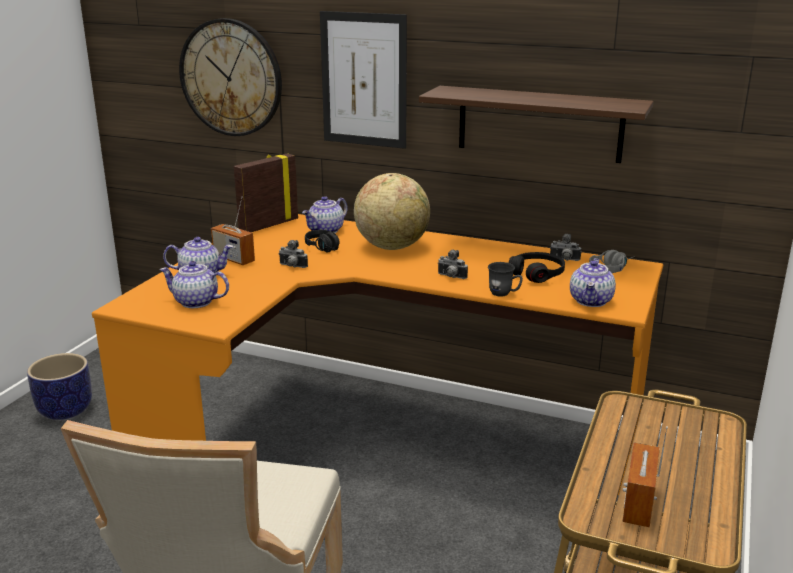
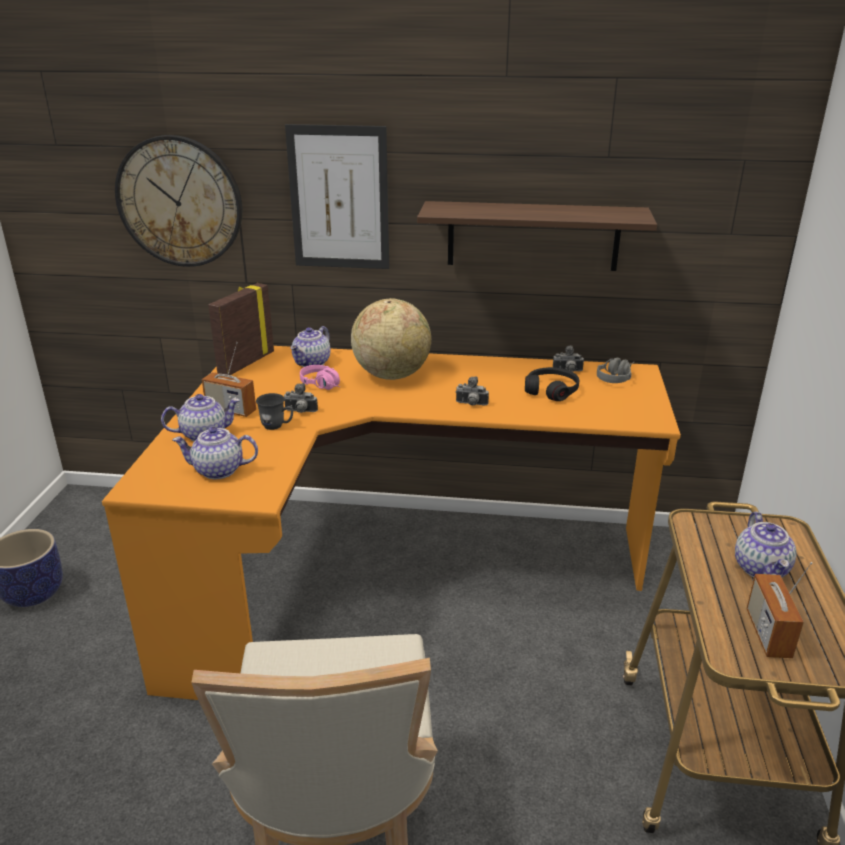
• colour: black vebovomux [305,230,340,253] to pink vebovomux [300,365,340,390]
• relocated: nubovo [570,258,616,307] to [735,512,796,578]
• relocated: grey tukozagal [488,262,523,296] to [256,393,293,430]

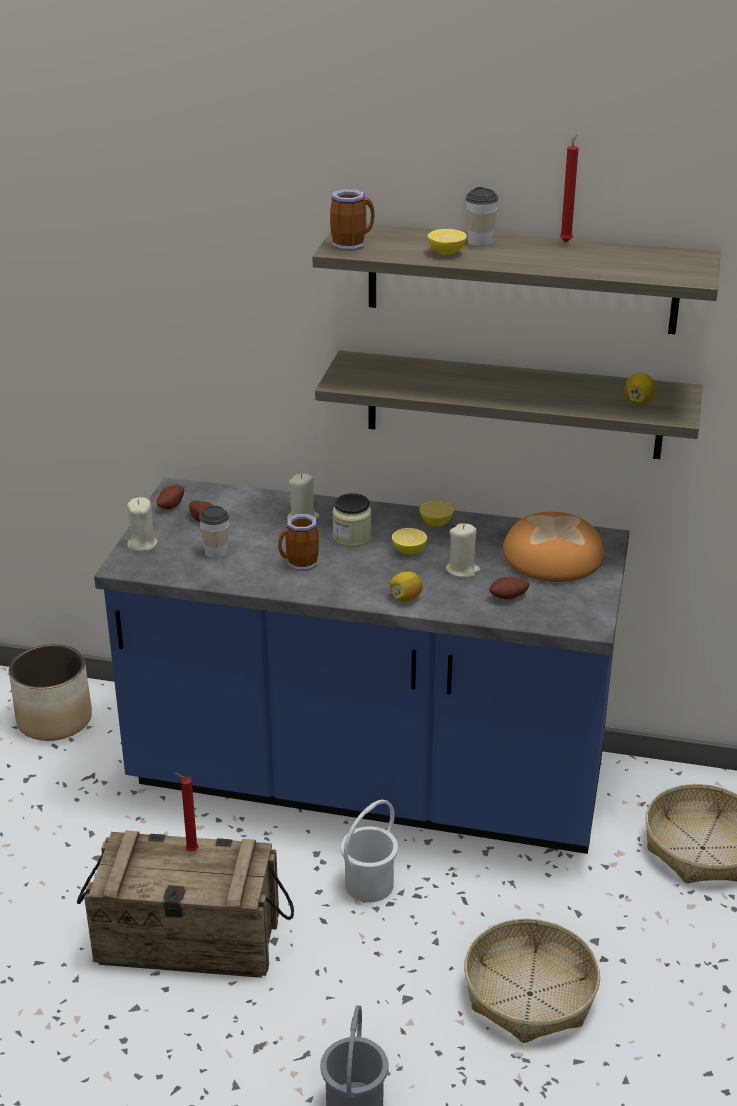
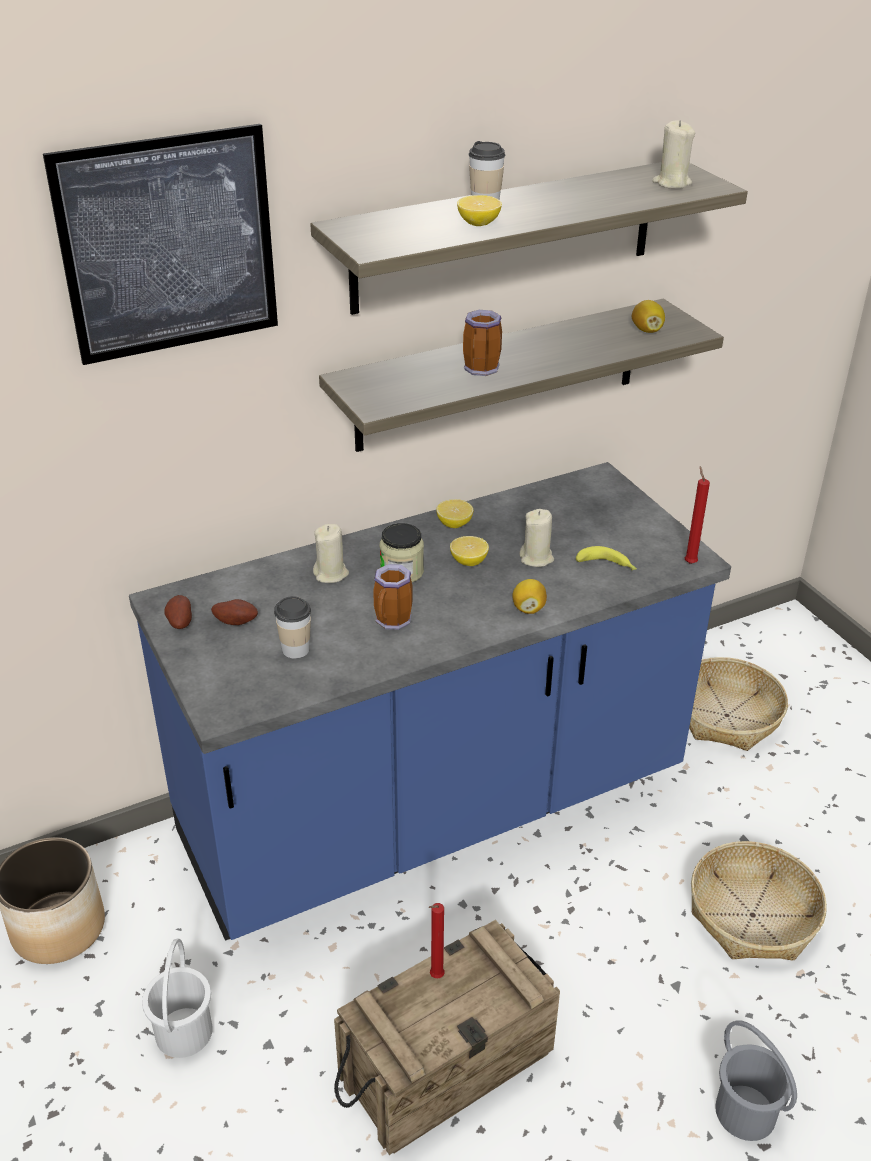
• relocated: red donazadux [560,134,578,242] to [685,466,710,564]
• relocated: tukozagal [330,189,375,251] to [463,310,502,376]
• relocated: beige donazadux [127,497,157,552] to [652,120,695,188]
• missing: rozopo [503,512,604,582]
• exchanged: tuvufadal [489,577,529,599] to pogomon [576,546,637,570]
• relocated: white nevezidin [341,800,398,902] to [142,938,213,1058]
• appeared: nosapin [43,124,278,365]

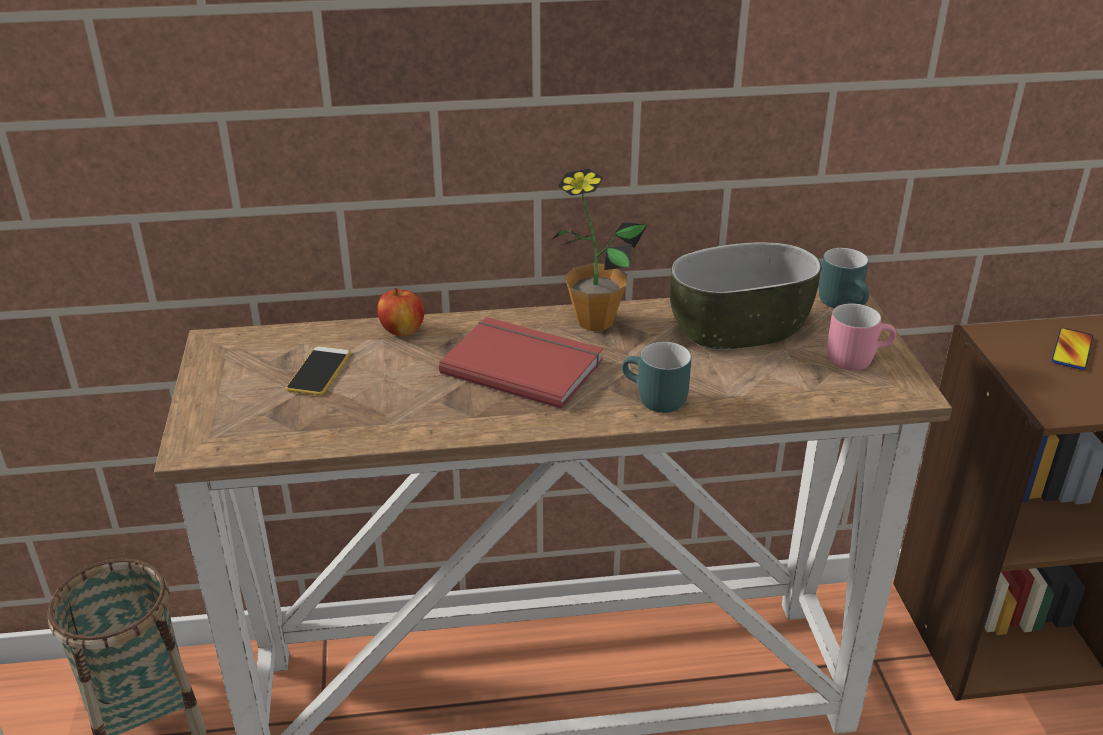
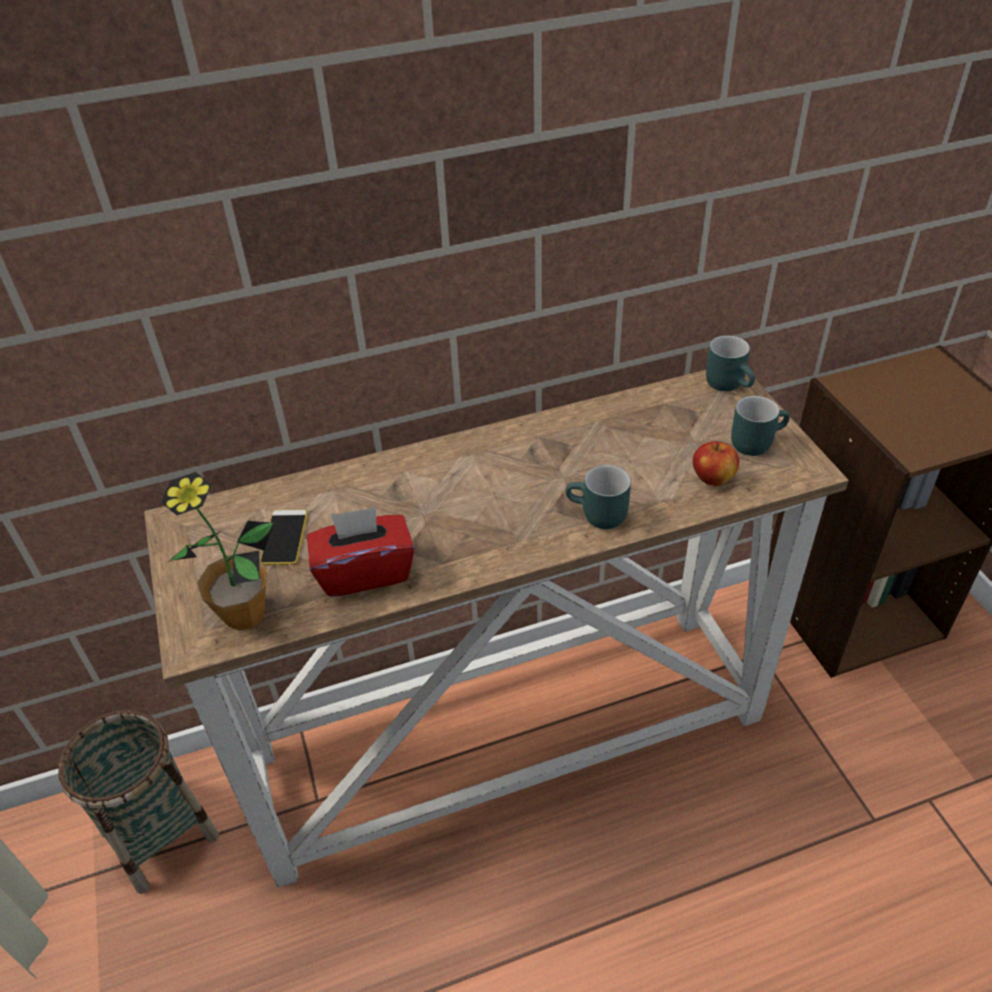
• relocated: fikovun [552,169,648,331] to [161,472,274,631]
• missing: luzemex [670,242,822,350]
• relocated: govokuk [377,288,424,336] to [693,441,739,486]
• colour: pink tukozagal [827,303,896,371] to turquoise tukozagal [731,396,790,456]
• missing: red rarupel [439,317,603,409]
• missing: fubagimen [1051,328,1093,370]
• appeared: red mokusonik [307,507,415,597]

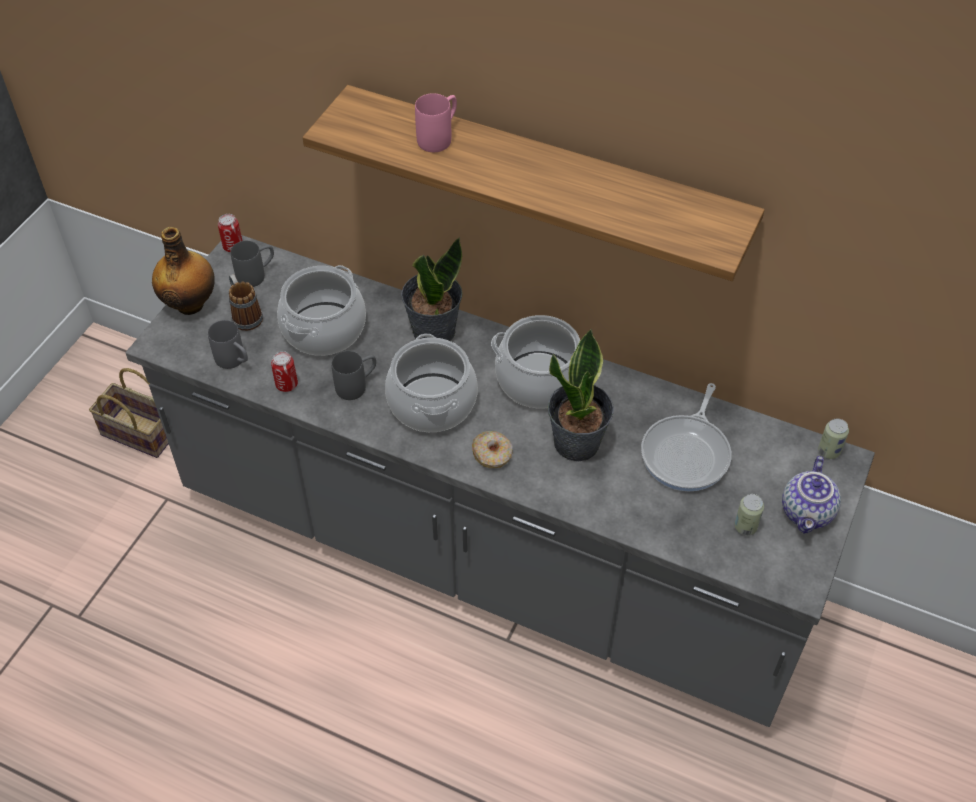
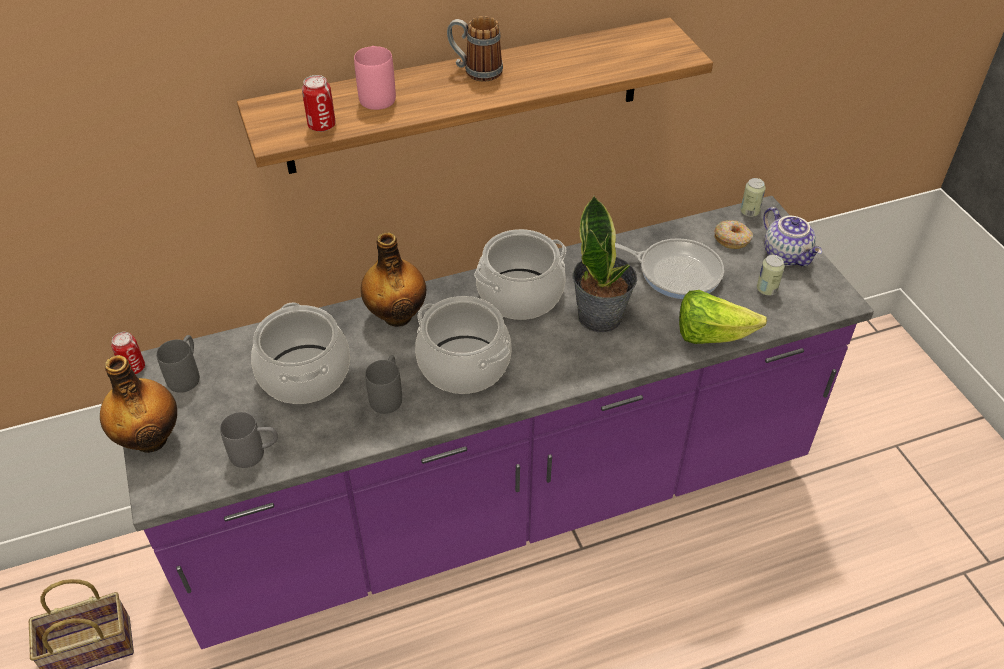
• colour: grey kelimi [126,235,875,727] to purple kelimi [123,196,874,649]
• exchanged: fikovun [401,237,463,341] to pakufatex [361,232,426,327]
• relocated: tukozagal [229,274,263,331] to [447,16,503,82]
• relocated: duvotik [271,351,298,392] to [302,75,336,132]
• spun: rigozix [641,383,732,491] = [615,238,724,299] 45 degrees counterclockwise
• relocated: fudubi [472,431,513,468] to [714,220,753,249]
• appeared: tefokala [679,290,767,344]

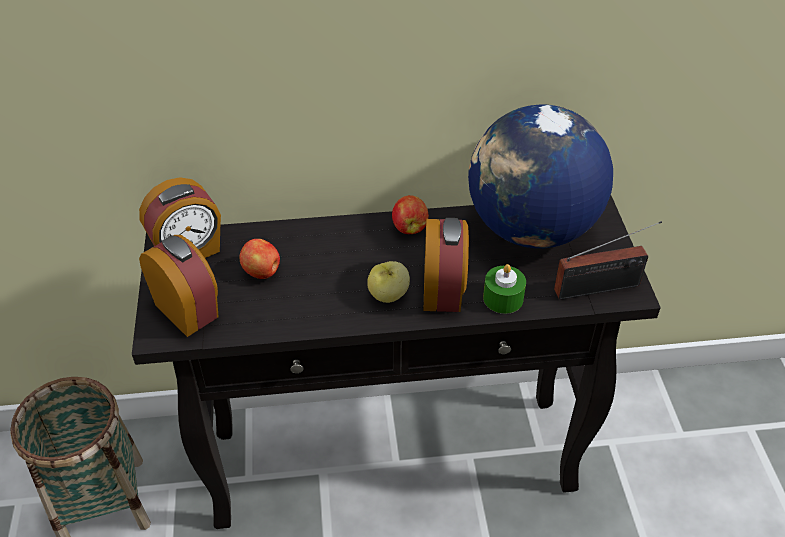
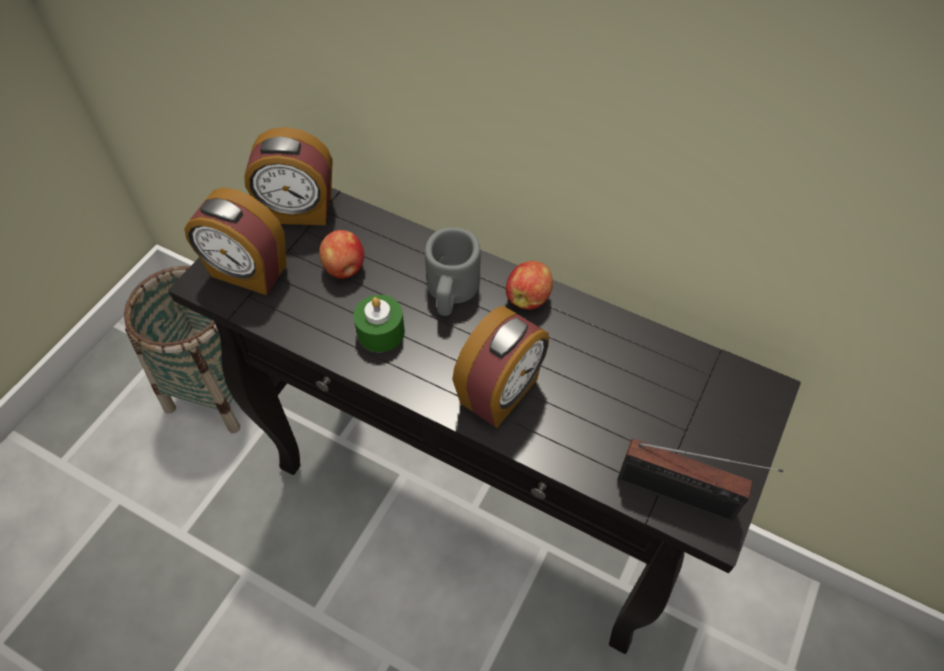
• missing: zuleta [468,105,613,248]
• spun: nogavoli [139,235,218,337] = [184,187,287,295] 120 degrees clockwise
• missing: govokuk [367,261,410,303]
• relocated: green donazadux [483,264,526,314] to [353,295,405,352]
• appeared: grey tukozagal [425,227,481,316]

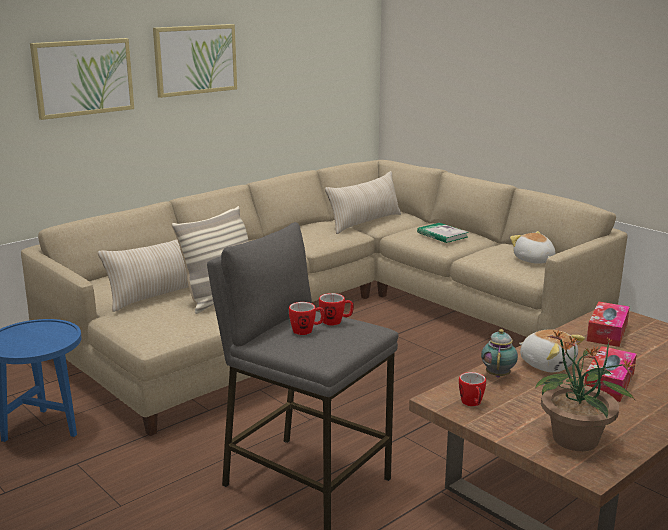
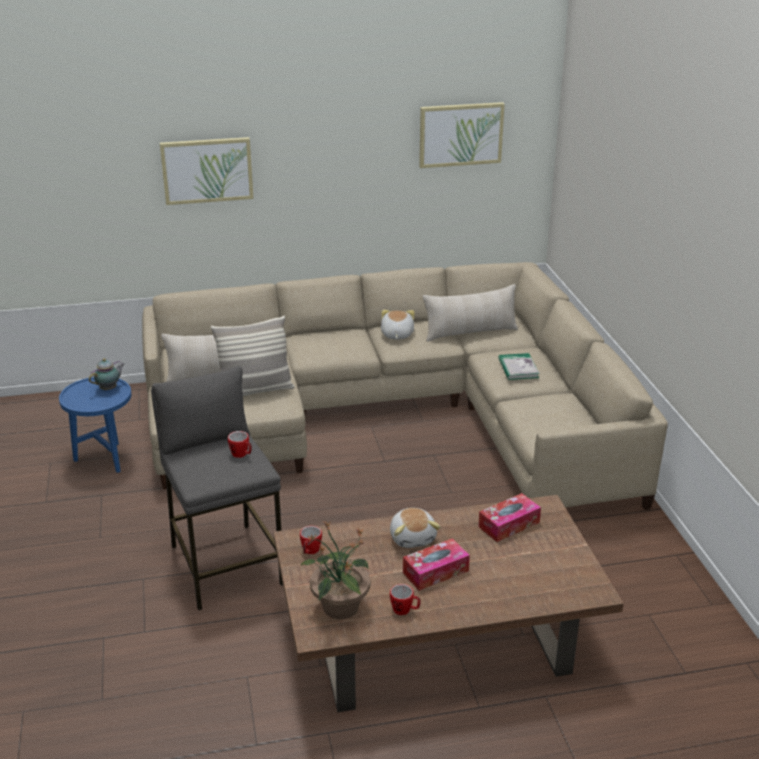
• relocated: nosapin [153,24,237,98] to [419,102,505,168]
• relocated: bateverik [510,231,555,264] to [381,310,415,340]
• relocated: tukozagal [289,302,325,335] to [390,584,421,615]
• relocated: nubovo [481,329,518,378] to [89,358,124,390]

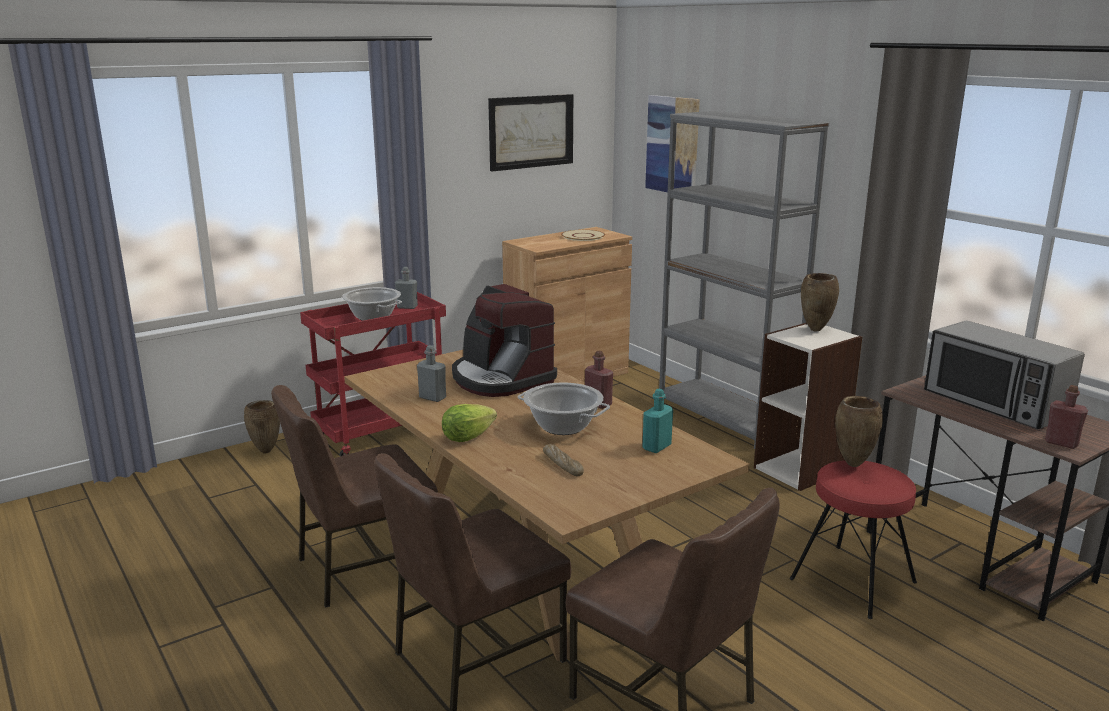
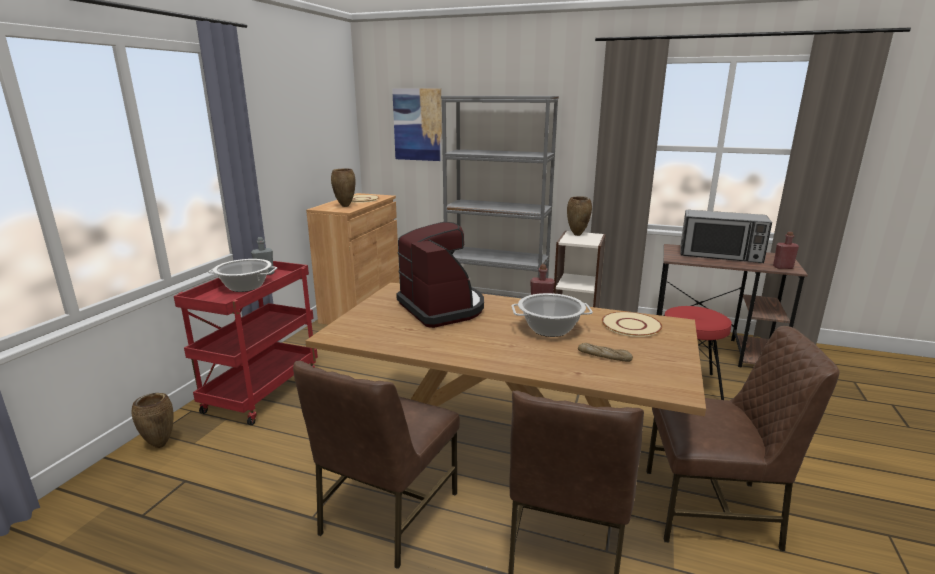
• missing: nosapin [488,94,573,171]
• spun: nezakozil [452,284,557,397] = [396,222,484,328] 135 degrees counterclockwise
• missing: grey pakufatex [417,345,446,402]
• exchanged: turquoise pakufatex [642,389,673,453] to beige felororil [602,312,663,337]
• relocated: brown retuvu [835,396,883,467] to [331,169,356,207]
• missing: tefokala [442,404,497,442]

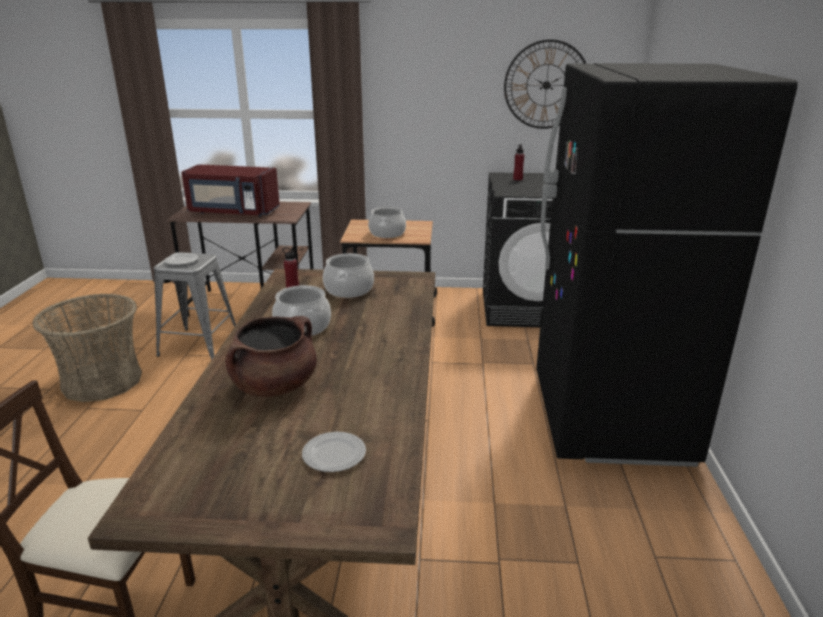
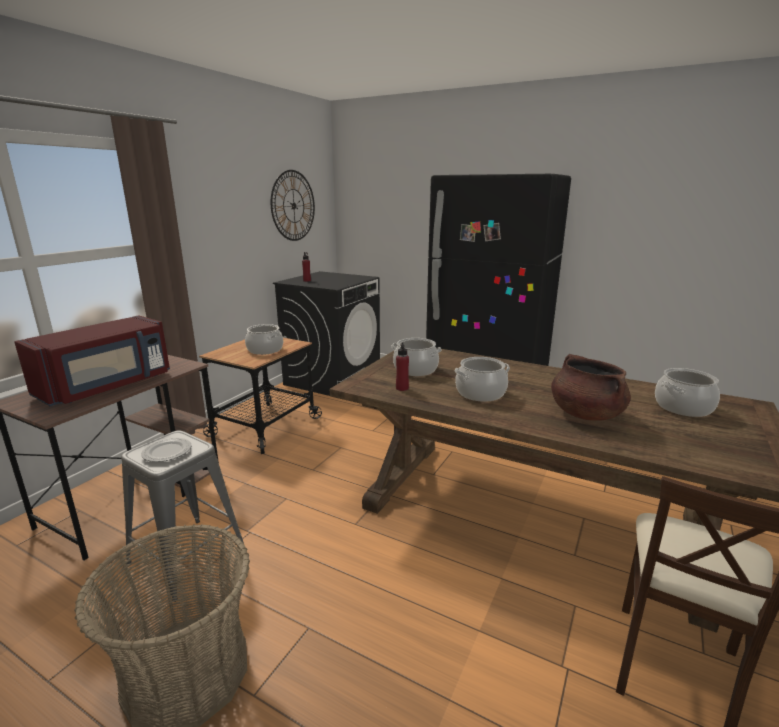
• exchanged: felororil [302,432,366,472] to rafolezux [655,368,720,417]

